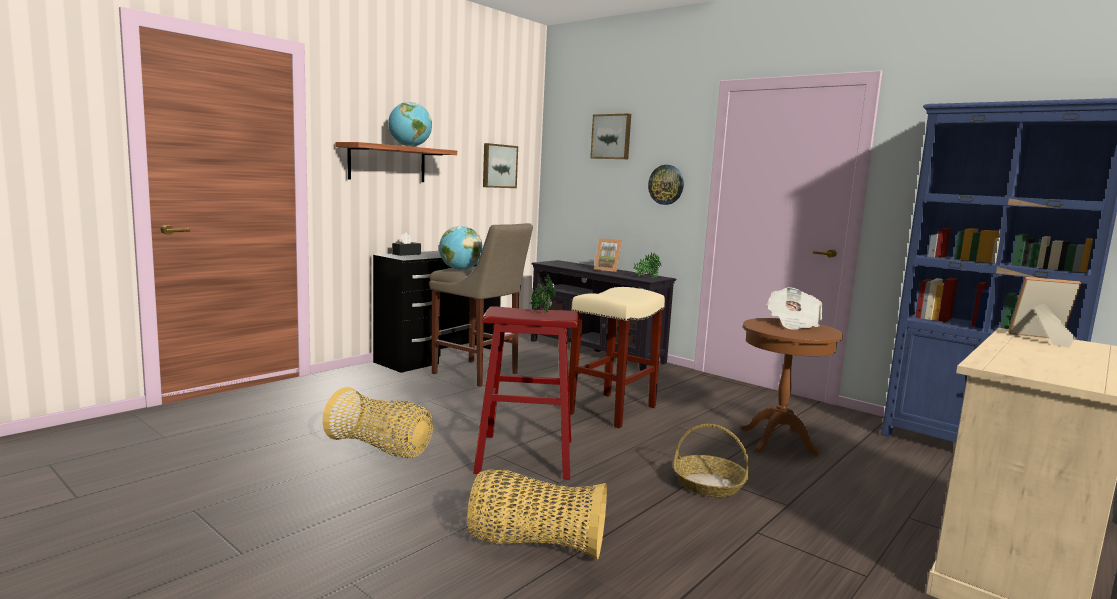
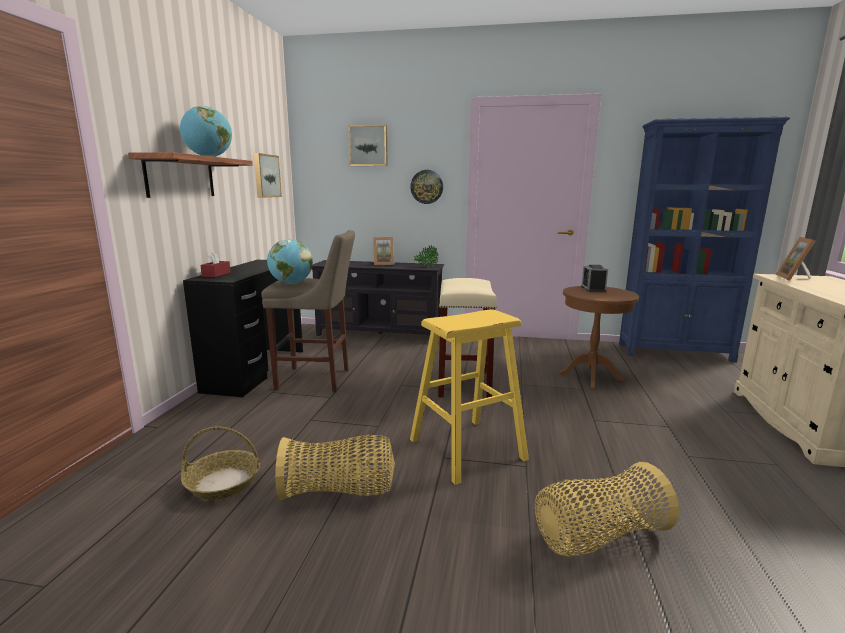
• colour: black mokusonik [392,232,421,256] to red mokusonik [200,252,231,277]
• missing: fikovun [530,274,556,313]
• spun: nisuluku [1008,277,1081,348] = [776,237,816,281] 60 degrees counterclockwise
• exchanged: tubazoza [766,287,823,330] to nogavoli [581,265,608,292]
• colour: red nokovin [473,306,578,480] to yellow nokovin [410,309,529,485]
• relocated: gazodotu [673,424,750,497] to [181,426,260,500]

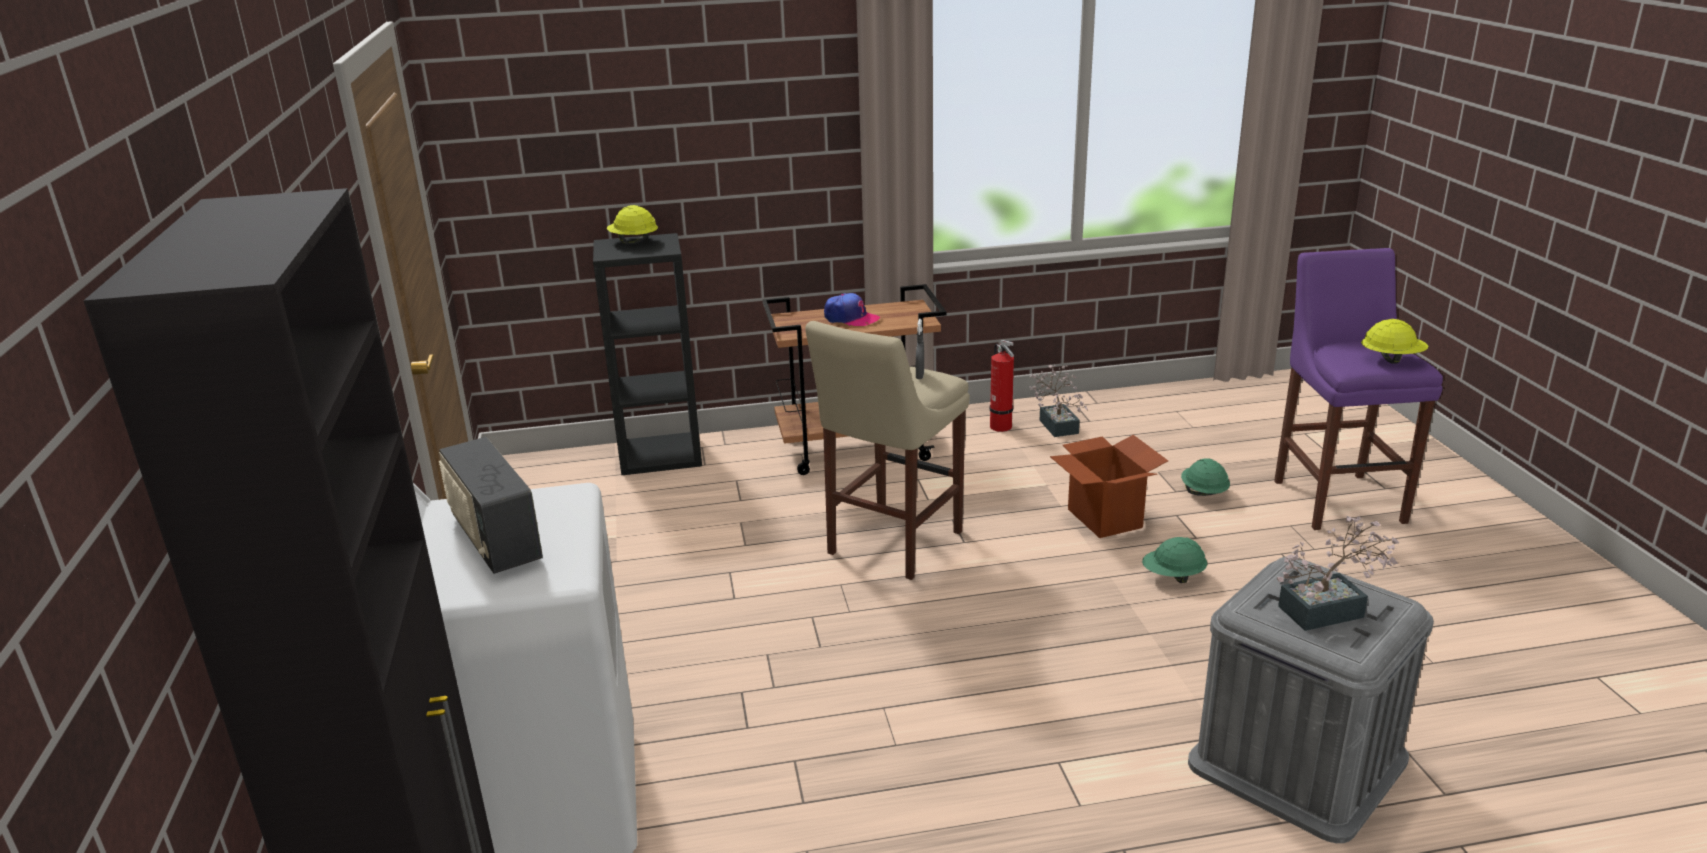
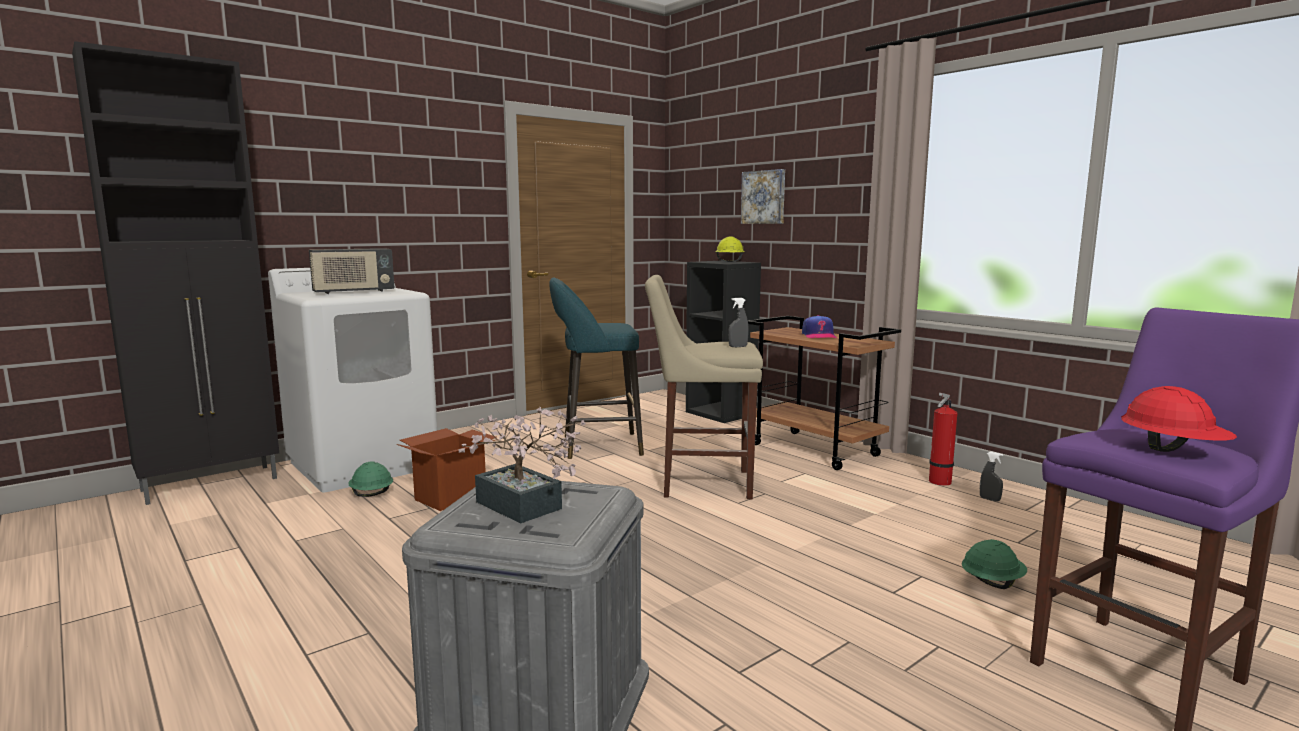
• colour: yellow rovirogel [1361,319,1428,364] to red rovirogel [1121,386,1237,452]
• exchanged: fikovun [1029,364,1088,437] to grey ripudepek [980,451,1003,502]
• relocated: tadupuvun [1050,435,1168,538] to [397,428,497,511]
• spun: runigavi [439,437,543,574] = [309,248,394,294] 150 degrees counterclockwise
• relocated: green rovirogel [1142,537,1207,583] to [348,461,393,497]
• appeared: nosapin [741,169,785,224]
• appeared: turquoise nokovin [549,277,644,459]

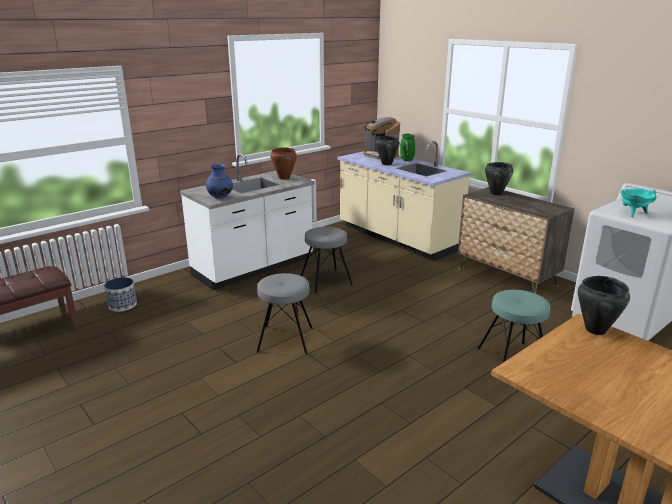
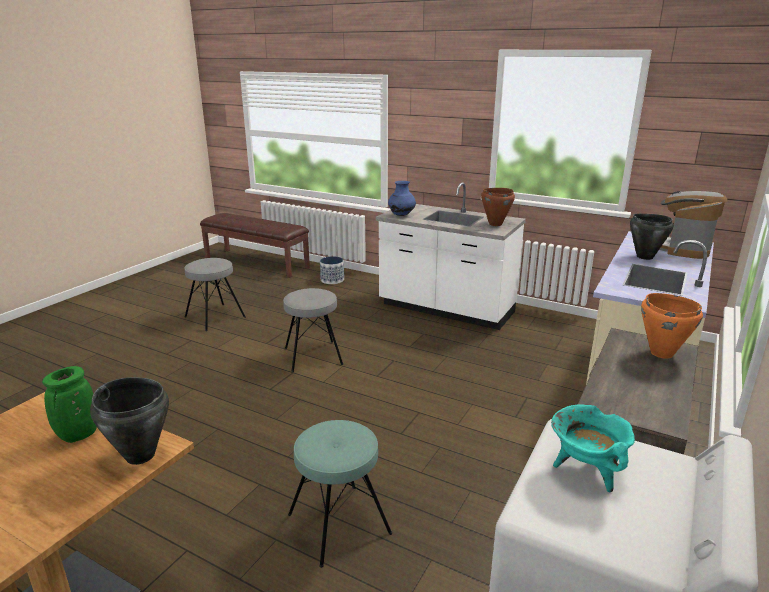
• relocated: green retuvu [400,134,415,161] to [42,366,97,443]
• colour: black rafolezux [485,162,513,195] to orange rafolezux [641,293,703,359]
• relocated: grey nokovin [301,227,353,294] to [184,258,246,331]

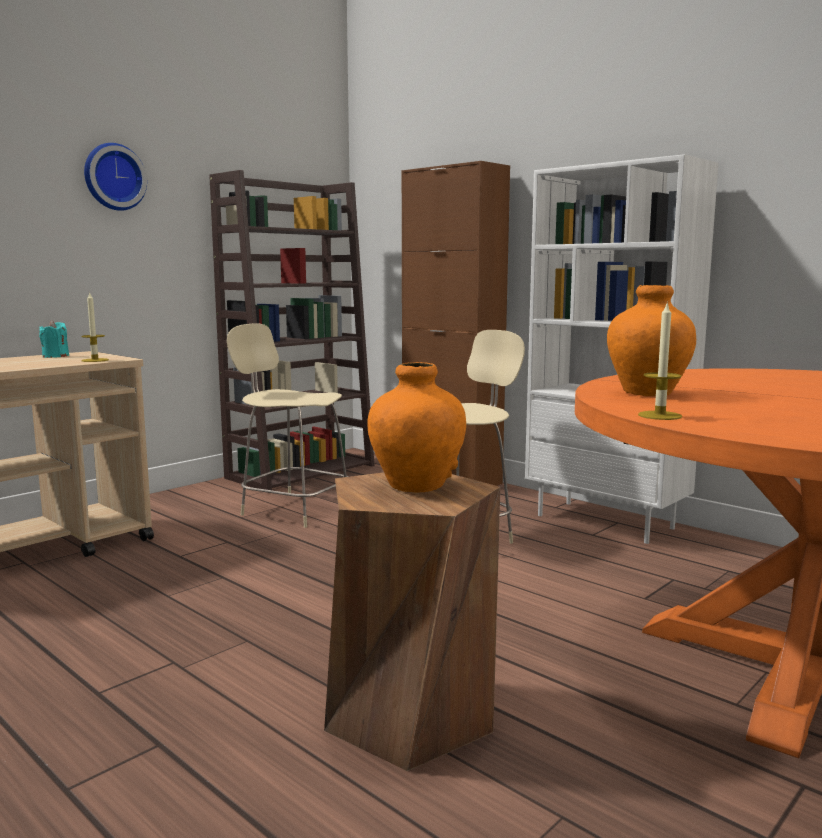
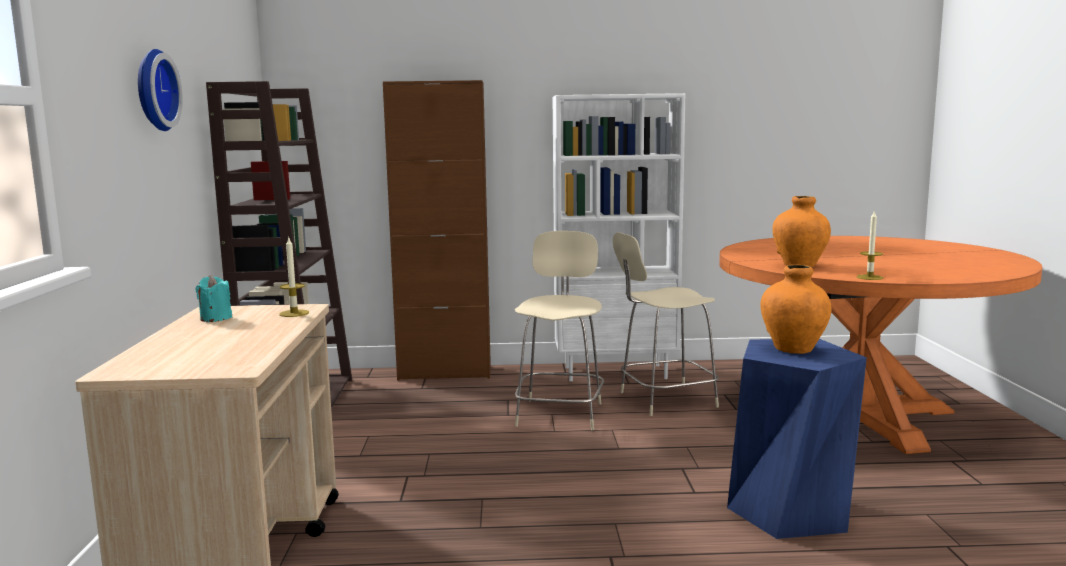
• relocated: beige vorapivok [227,324,349,528] to [613,232,719,416]
• colour: brown nokovin [324,472,500,771] to blue nokovin [727,339,867,539]

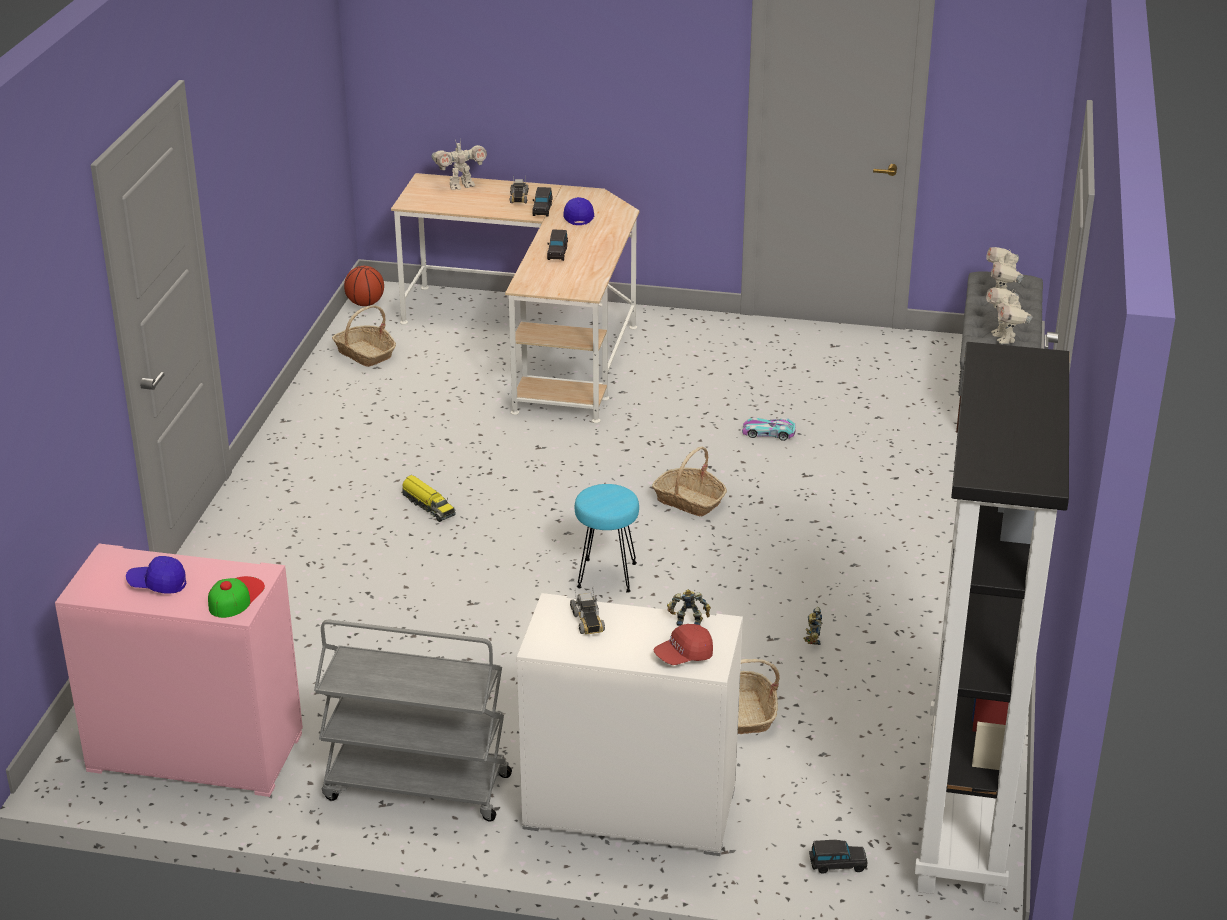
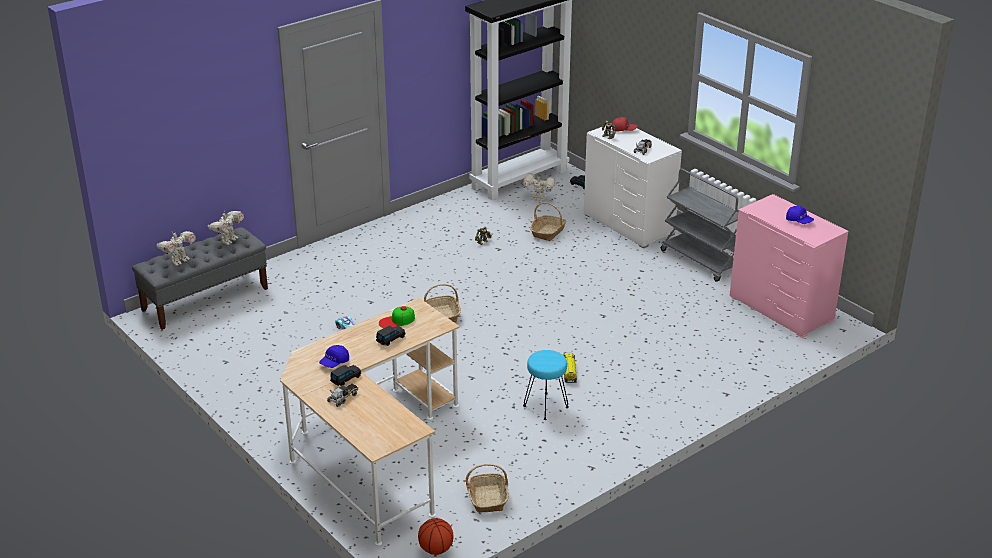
• relocated: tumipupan [432,140,487,190] to [522,173,555,202]
• relocated: turquoise nokovin [575,484,639,593] to [523,350,569,420]
• relocated: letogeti [208,576,265,618] to [379,306,415,328]

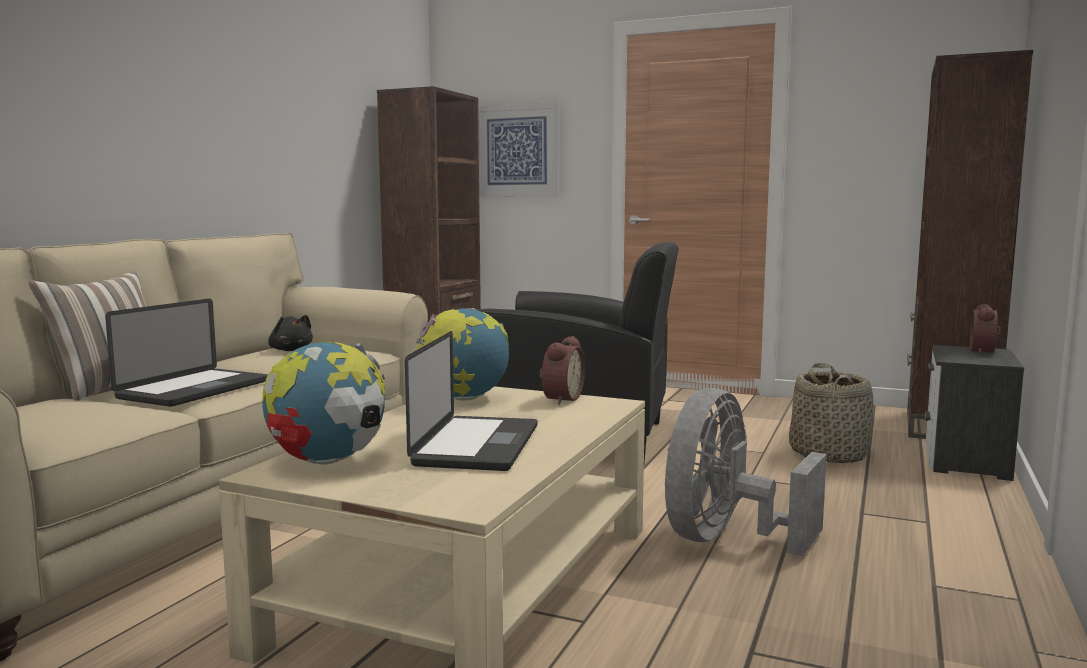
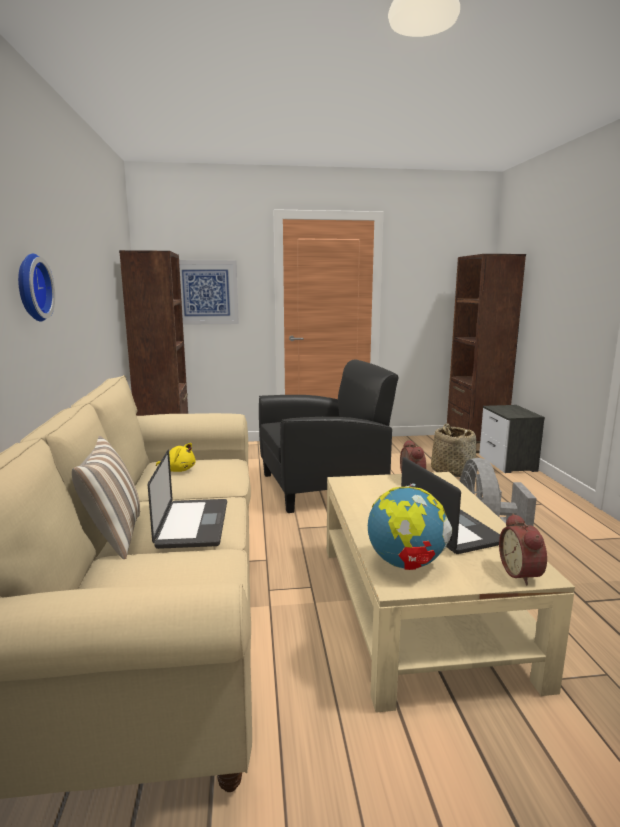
• relocated: nogavoli [970,304,1001,354] to [499,513,547,585]
• missing: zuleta [416,308,509,401]
• colour: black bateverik [268,315,313,351] to yellow bateverik [156,443,196,472]
• appeared: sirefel [18,254,55,322]

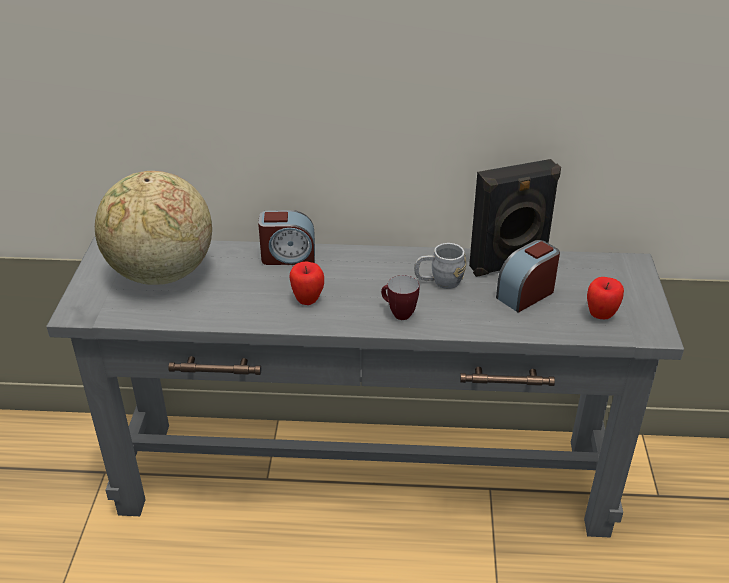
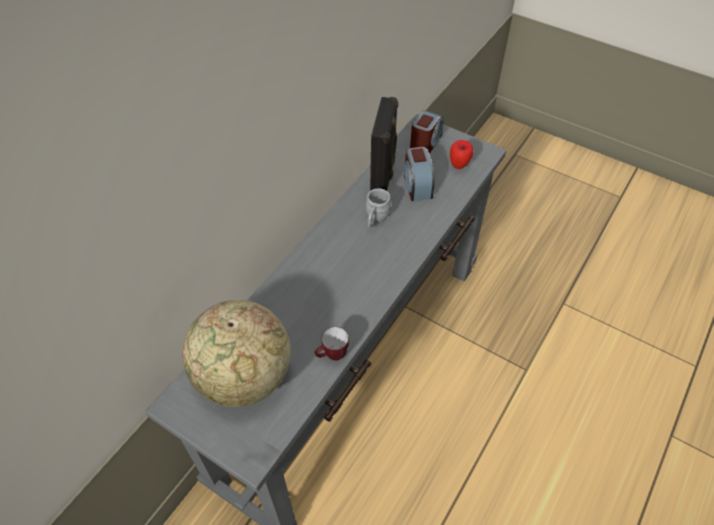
• relocated: nogavoli [258,210,315,265] to [410,110,444,154]
• missing: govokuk [290,262,324,305]
• relocated: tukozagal [381,275,419,320] to [315,327,349,361]

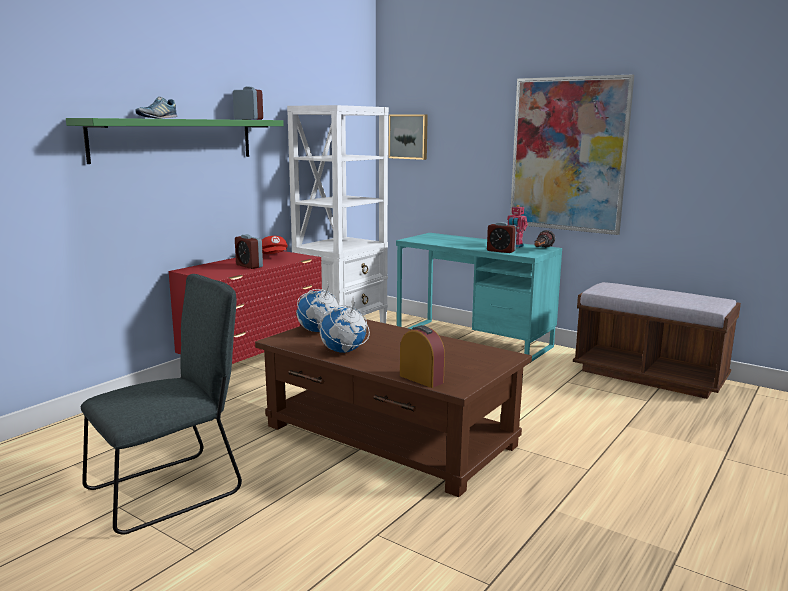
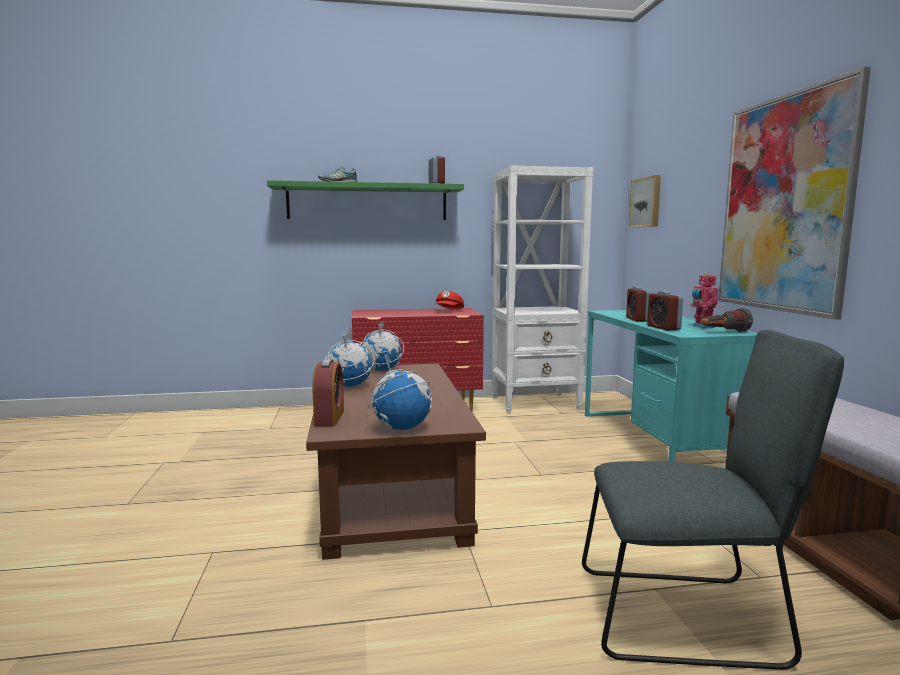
• relocated: nogavoli [235,234,263,269] to [626,286,652,322]
• relocated: grey vorapivok [81,274,242,535] to [582,330,844,670]
• appeared: zuleta [368,353,432,431]

